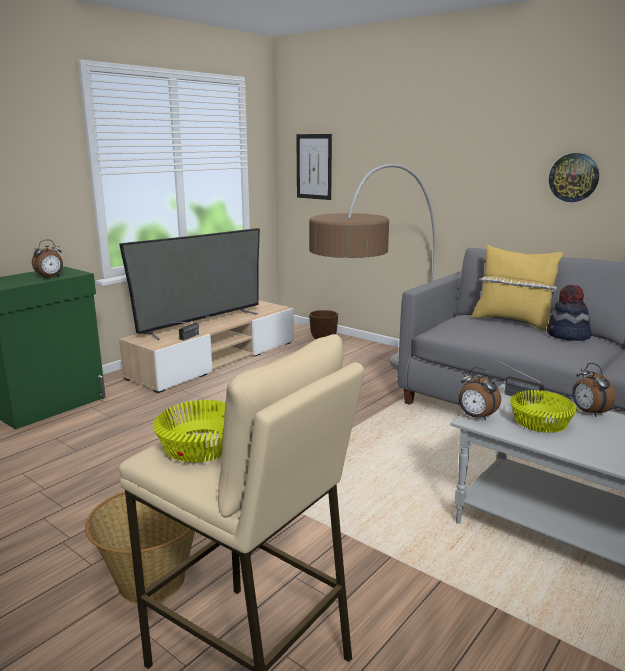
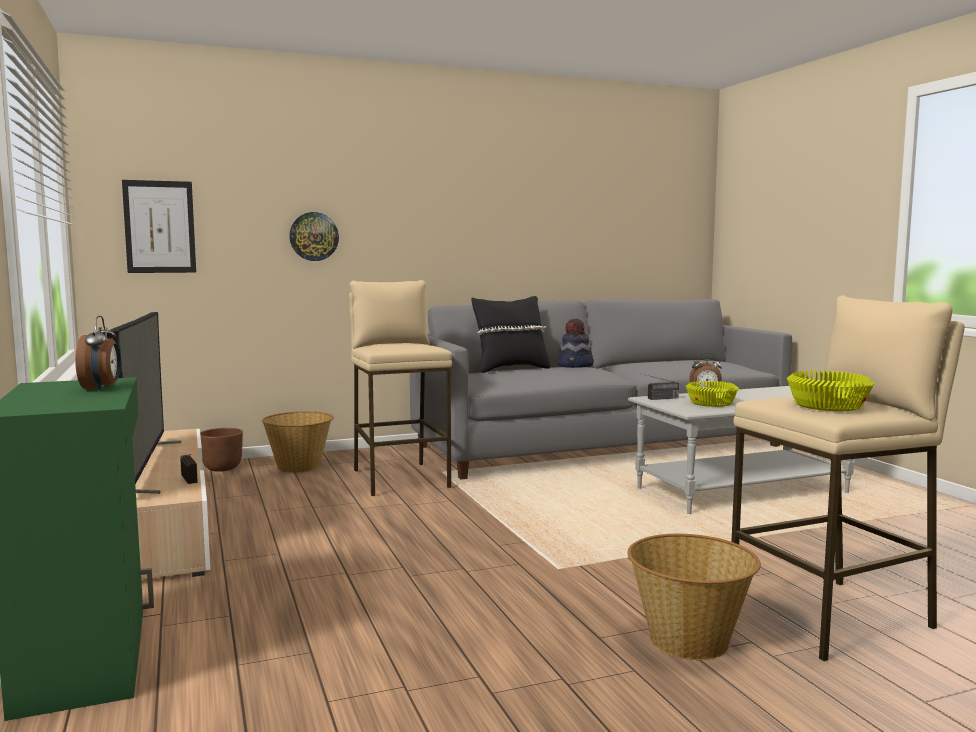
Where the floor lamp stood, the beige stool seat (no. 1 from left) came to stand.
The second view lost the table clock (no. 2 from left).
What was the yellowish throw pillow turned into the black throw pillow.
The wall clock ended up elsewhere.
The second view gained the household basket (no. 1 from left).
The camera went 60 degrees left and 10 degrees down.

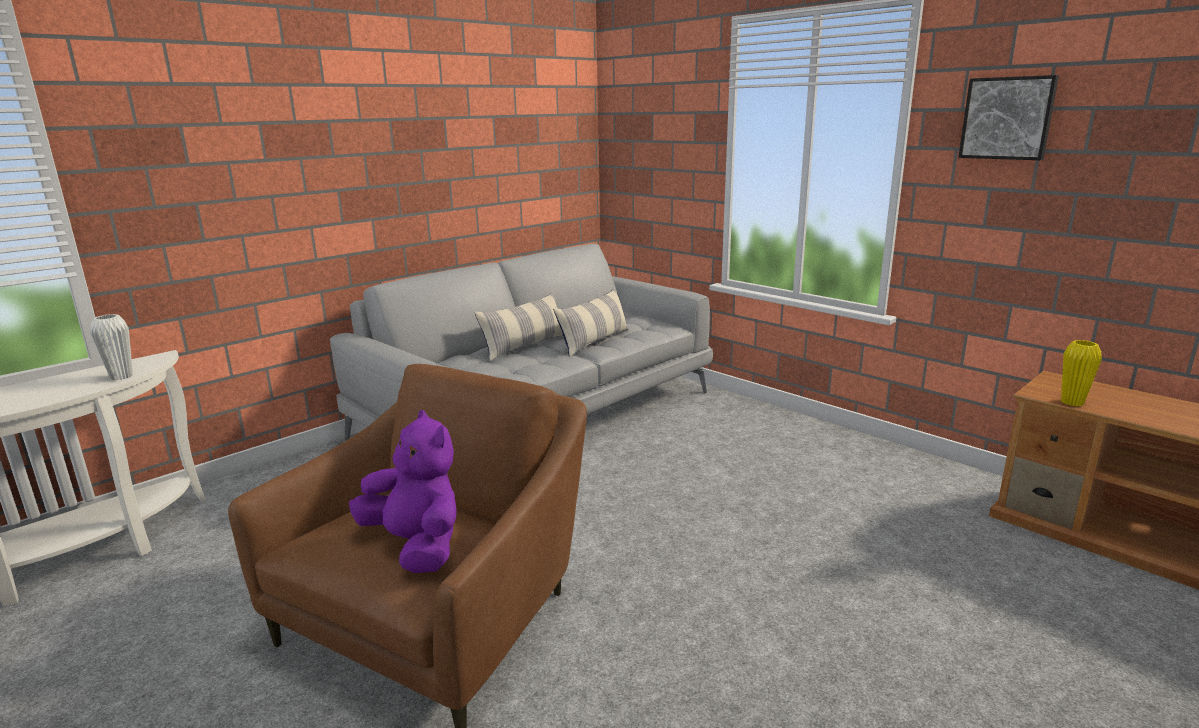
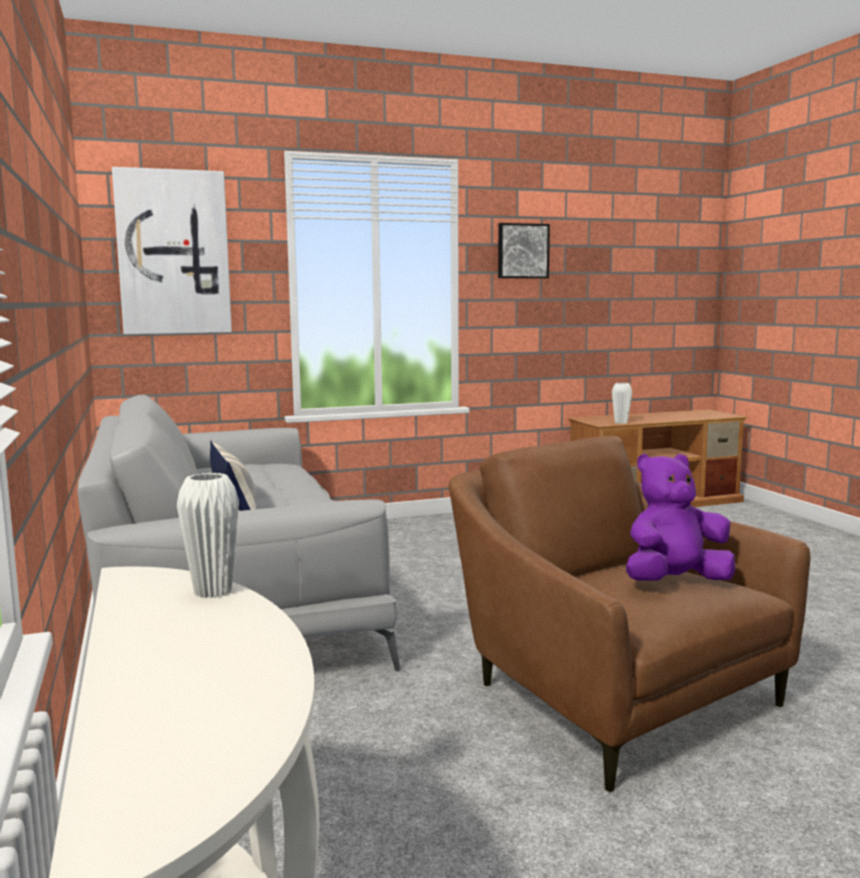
The second view lost the throw pillow (no. 2 from left).
What was the yellowish flower vase turned into the white-coloured flower vase (no. 2 from left).
The second view gained the picture (no. 1 from left).
The camera went 65 degrees left and 10 degrees down.

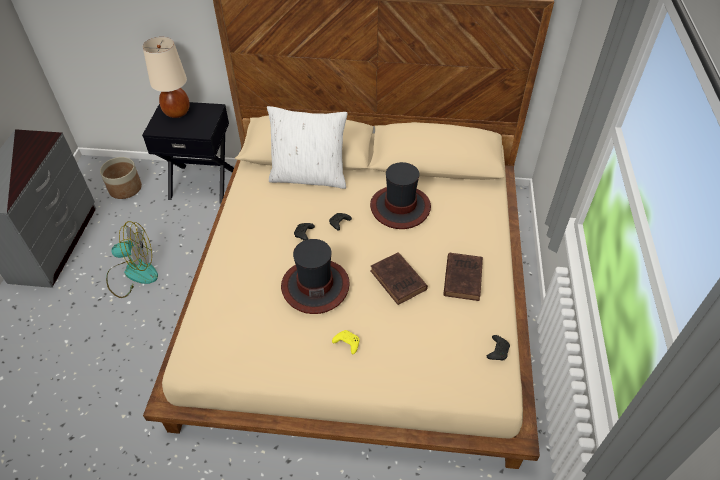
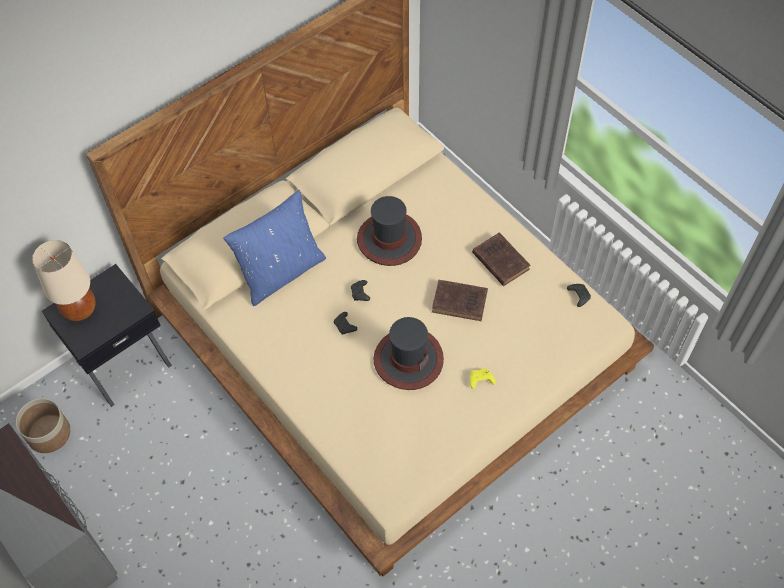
The second view lost the electric fan.
What was the white-coloured throw pillow turned into the blue-coloured throw pillow.
The camera went 45 degrees left and 10 degrees up.

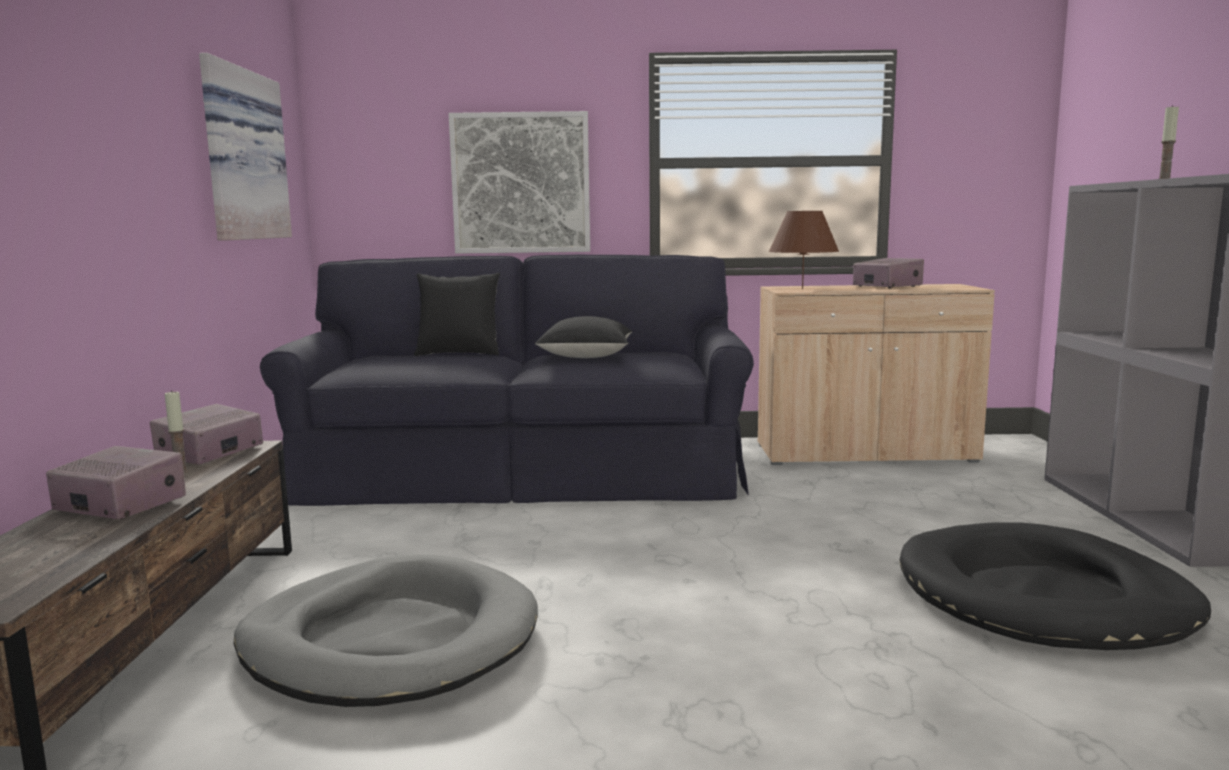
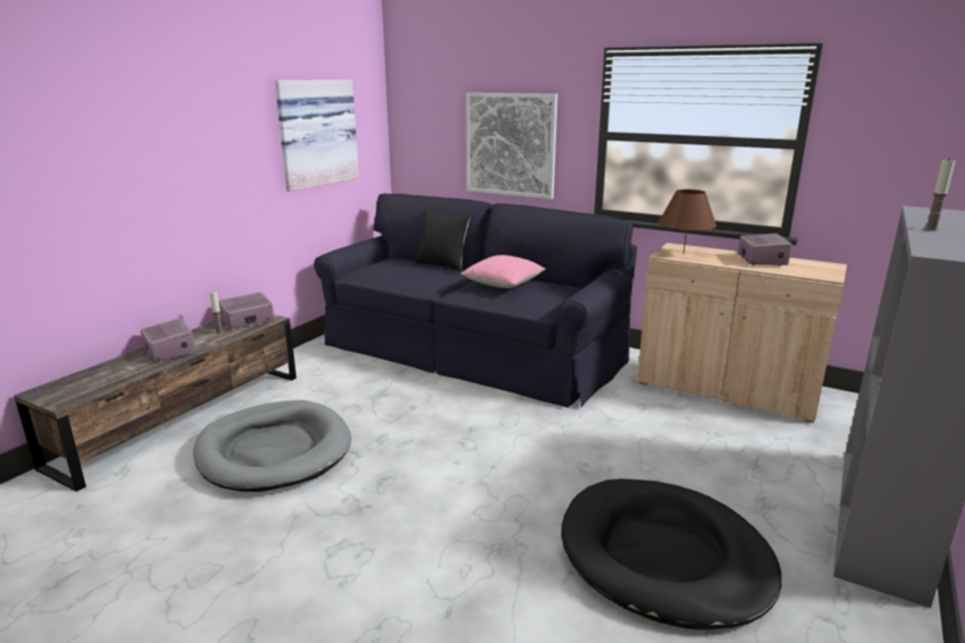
What was the black throw pillow (no. 2 from left) turned into the pink-coloured throw pillow.
The camera went 30 degrees right and 10 degrees up.

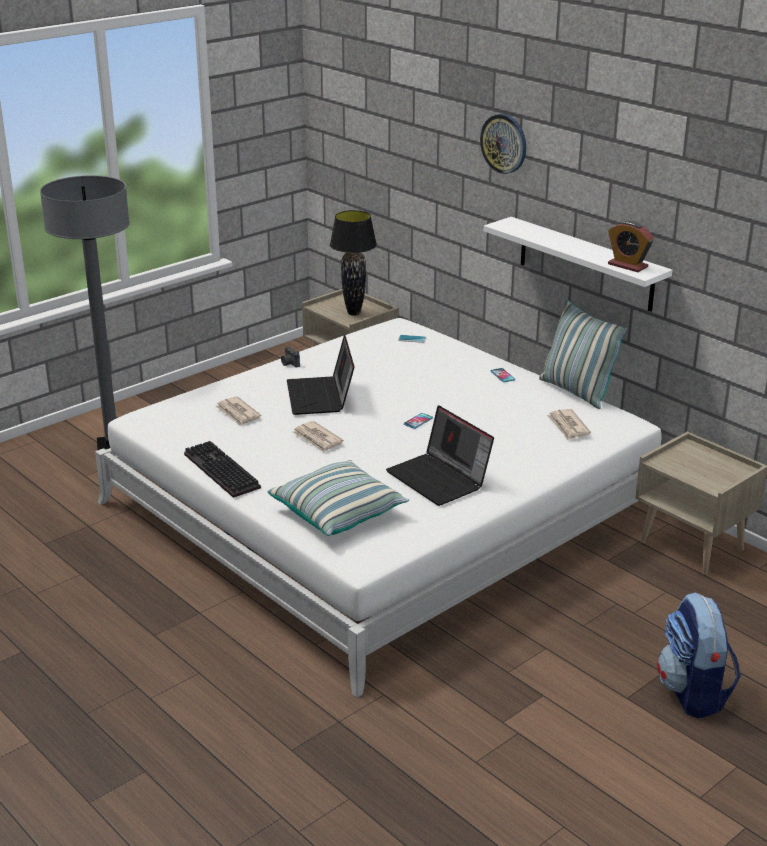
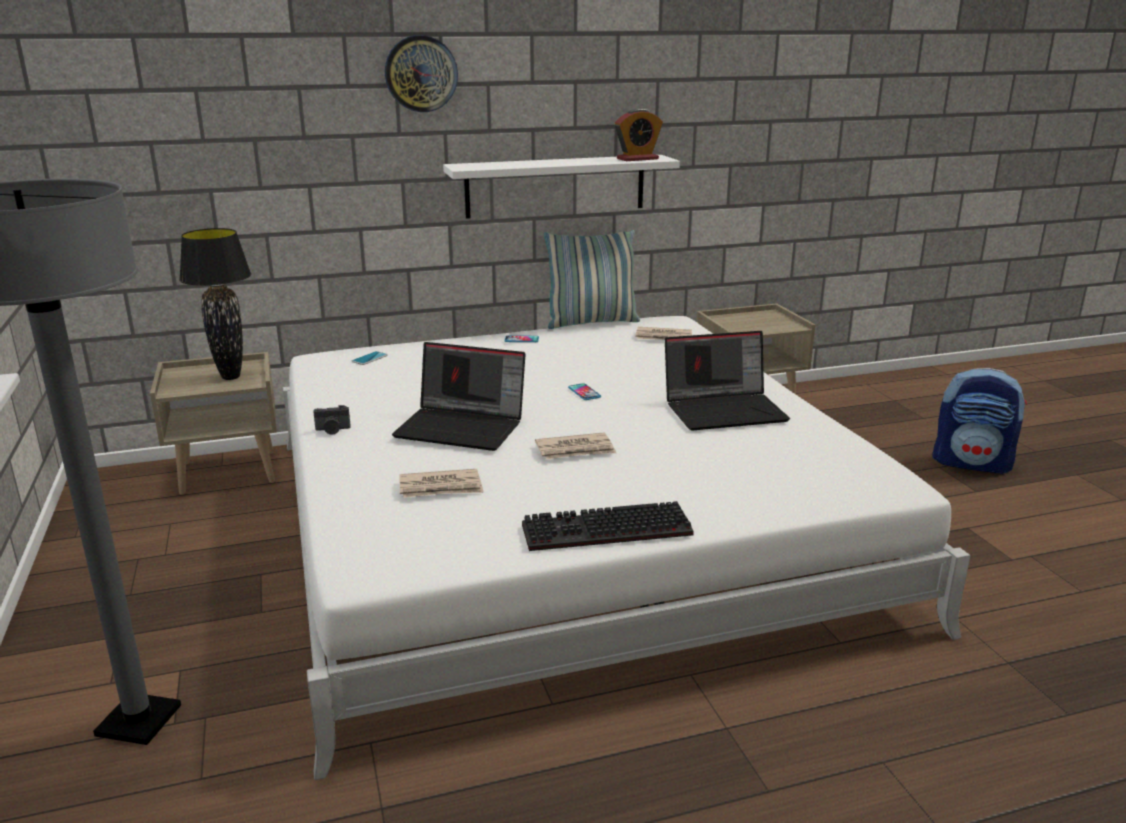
The second view lost the throw pillow (no. 1 from left).
The camera went 65 degrees left and 5 degrees down.

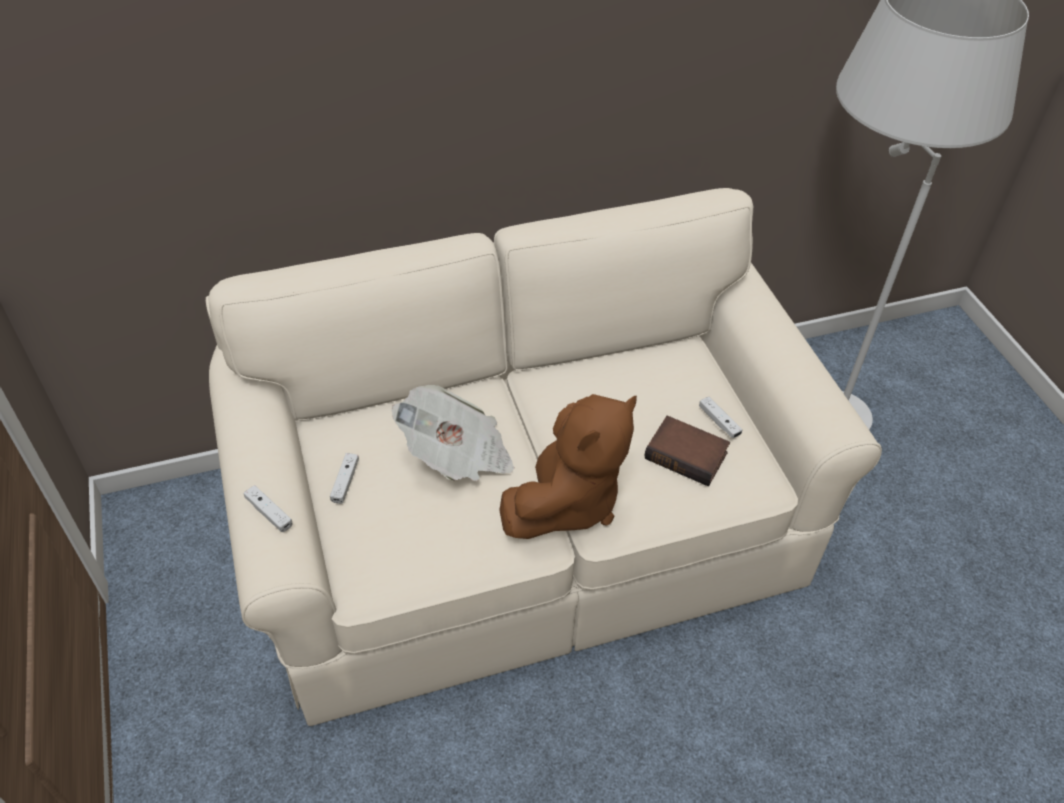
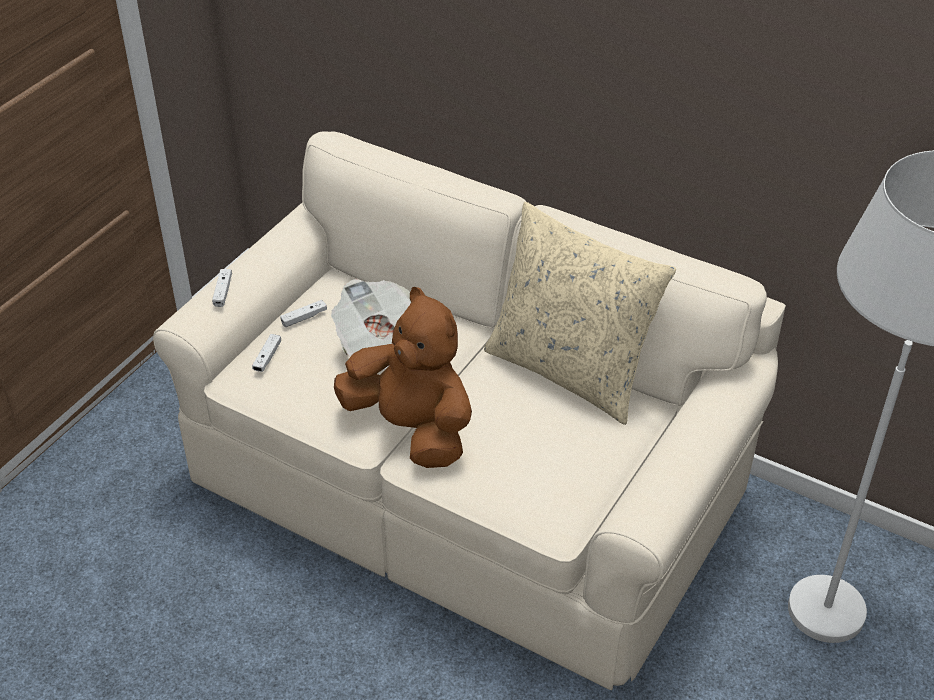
The brown plush toy ended up facing another way, 135 degrees counterclockwise from before.
The second view lost the volume.
The white-coloured joypad (no. 3 from left in the first image) ended up elsewhere.
The second view gained the beige throw pillow.
The camera went 50 degrees right and 5 degrees down.

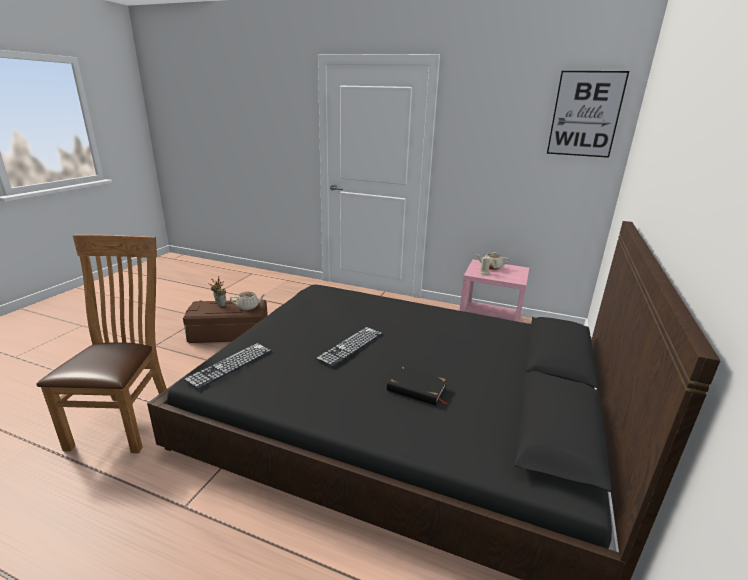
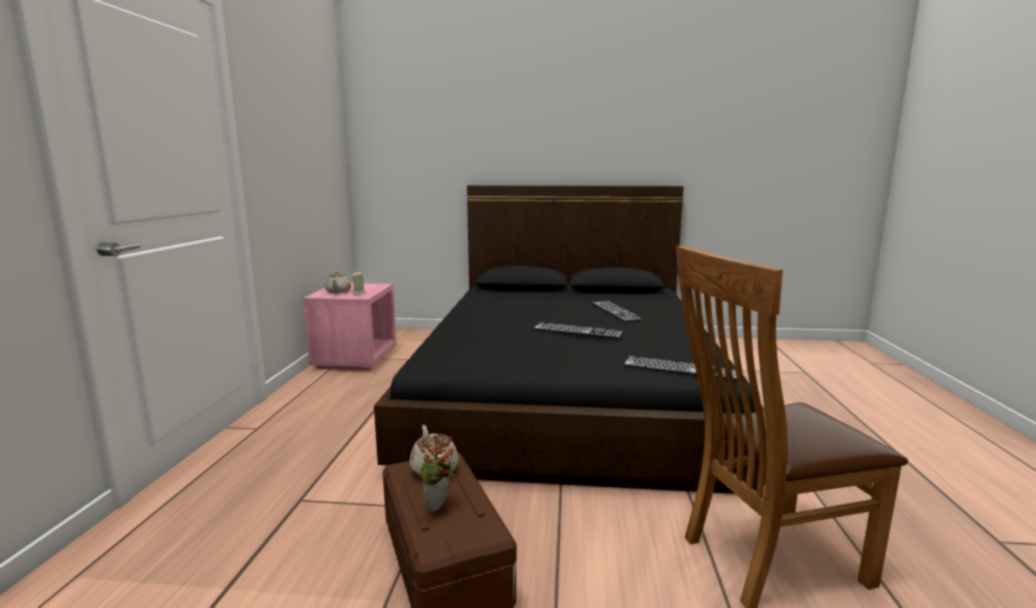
Where the black volume stood, the computer keyboard (no. 2 from left) came to stand.
The second view lost the picture.
The camera went 105 degrees left and 10 degrees down.

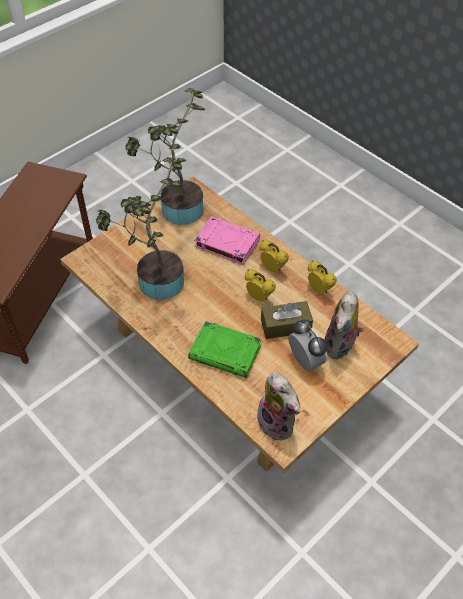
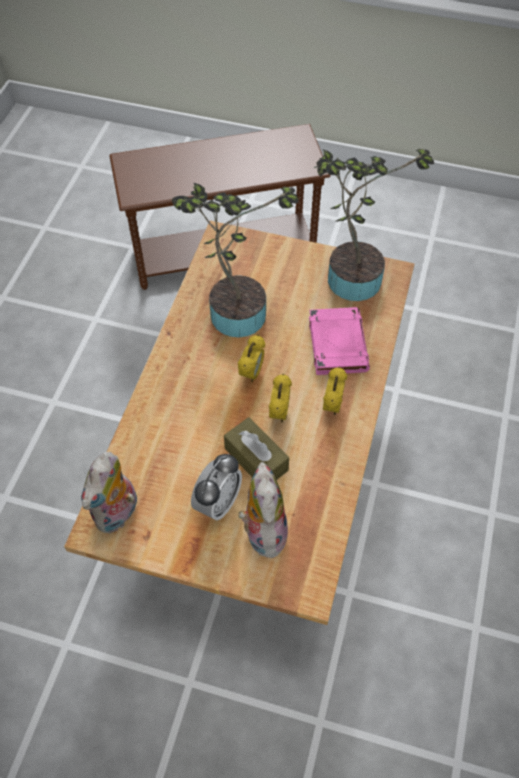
The second view lost the green-coloured volume.
The table clock (no. 4 from left in the first image) ended up elsewhere.
The plush toy (no. 2 from left) ended up facing another way, 90 degrees clockwise from before.
The camera went 60 degrees right and 5 degrees up.

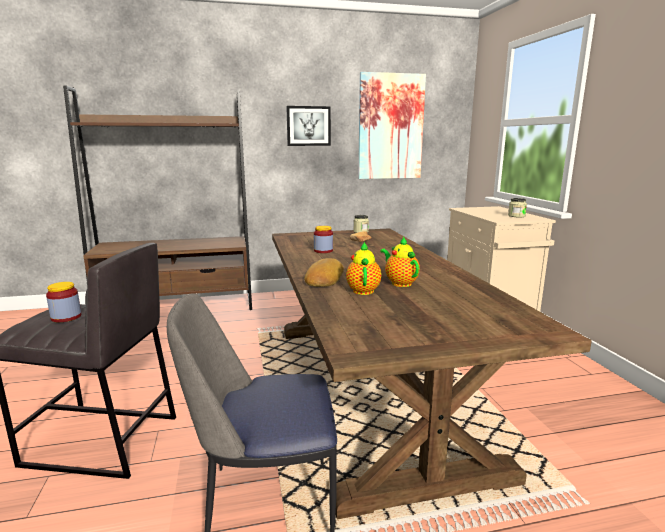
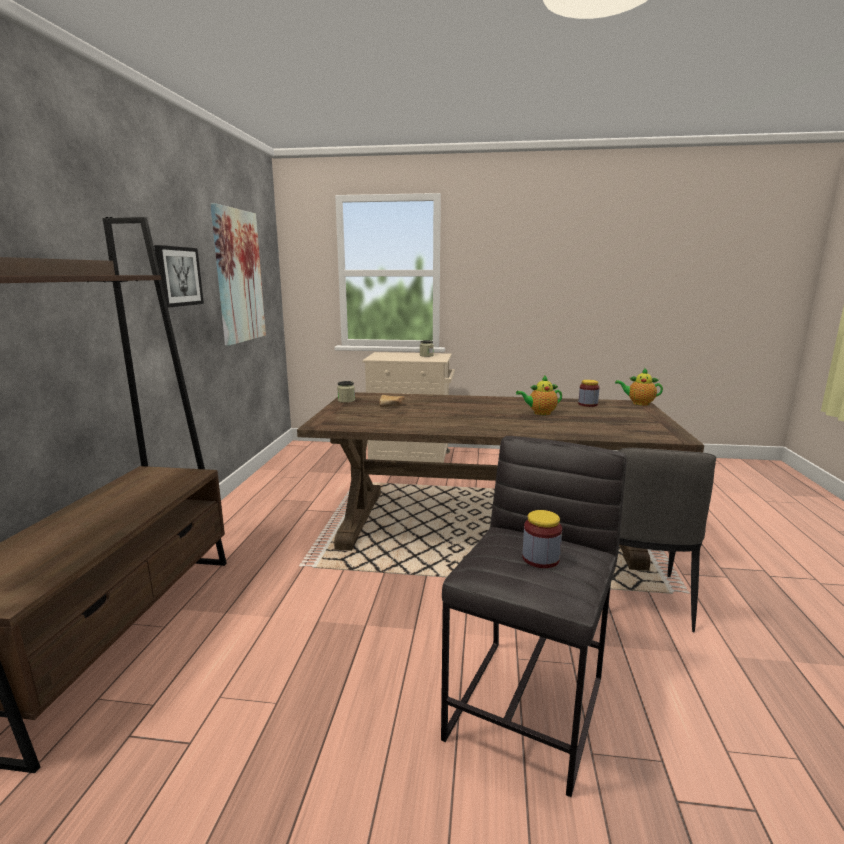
The second view lost the baked bread (no. 1 from left).
The preserve jar (no. 2 from left in the first image) ended up elsewhere.
The teapot (no. 1 from left in the first image) ended up elsewhere.
The camera went 70 degrees left and 0 degrees up.

